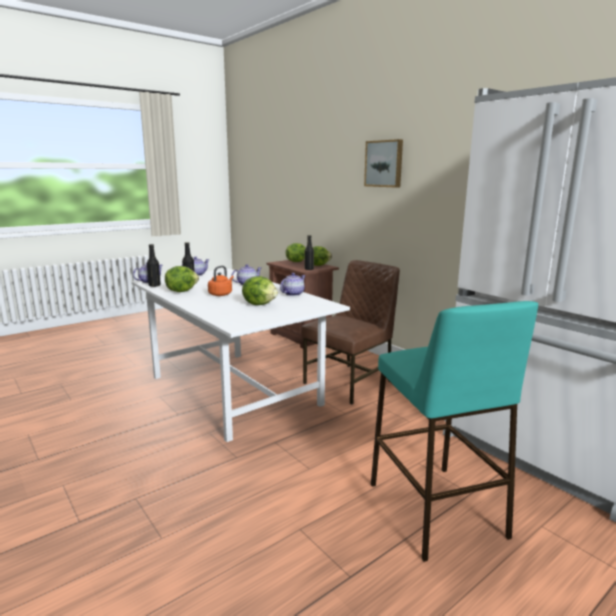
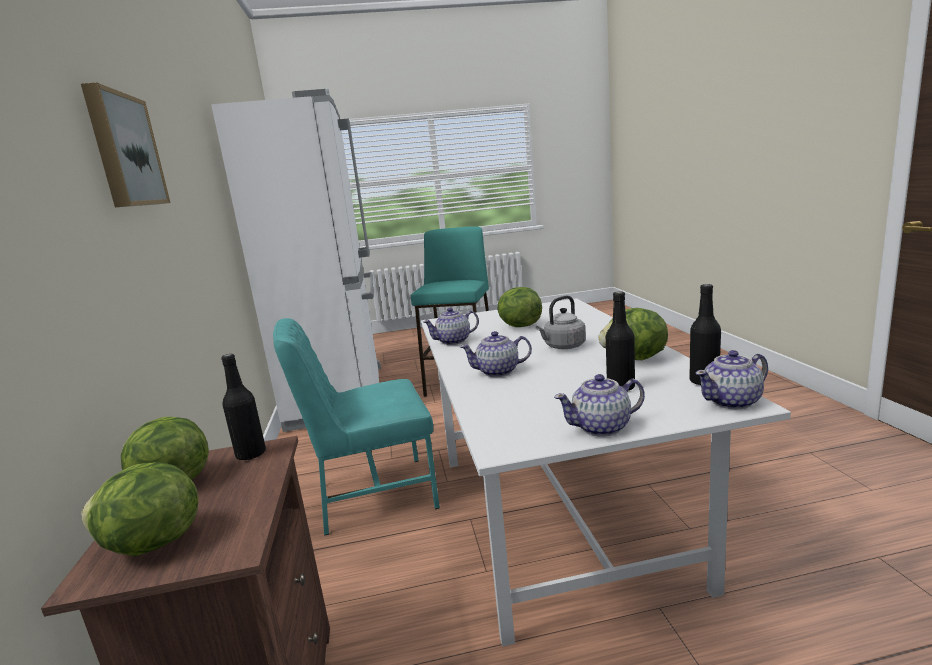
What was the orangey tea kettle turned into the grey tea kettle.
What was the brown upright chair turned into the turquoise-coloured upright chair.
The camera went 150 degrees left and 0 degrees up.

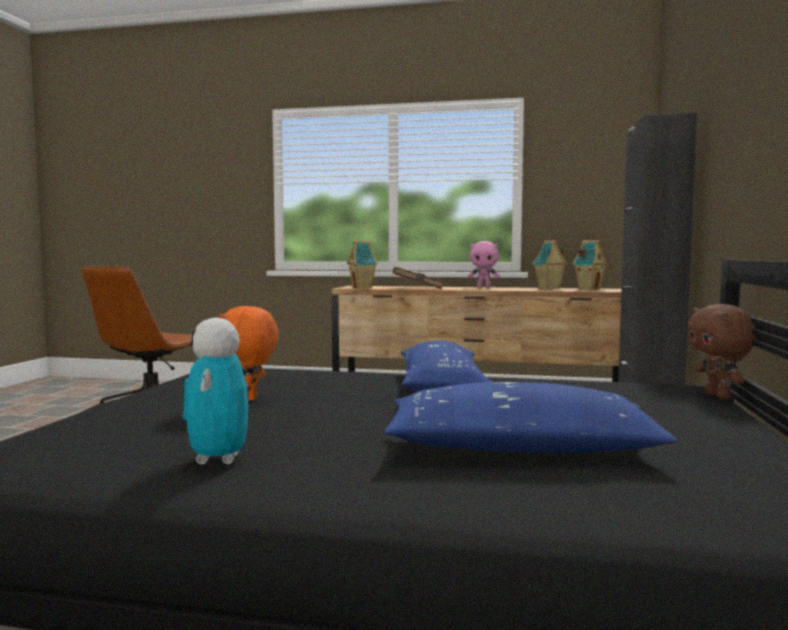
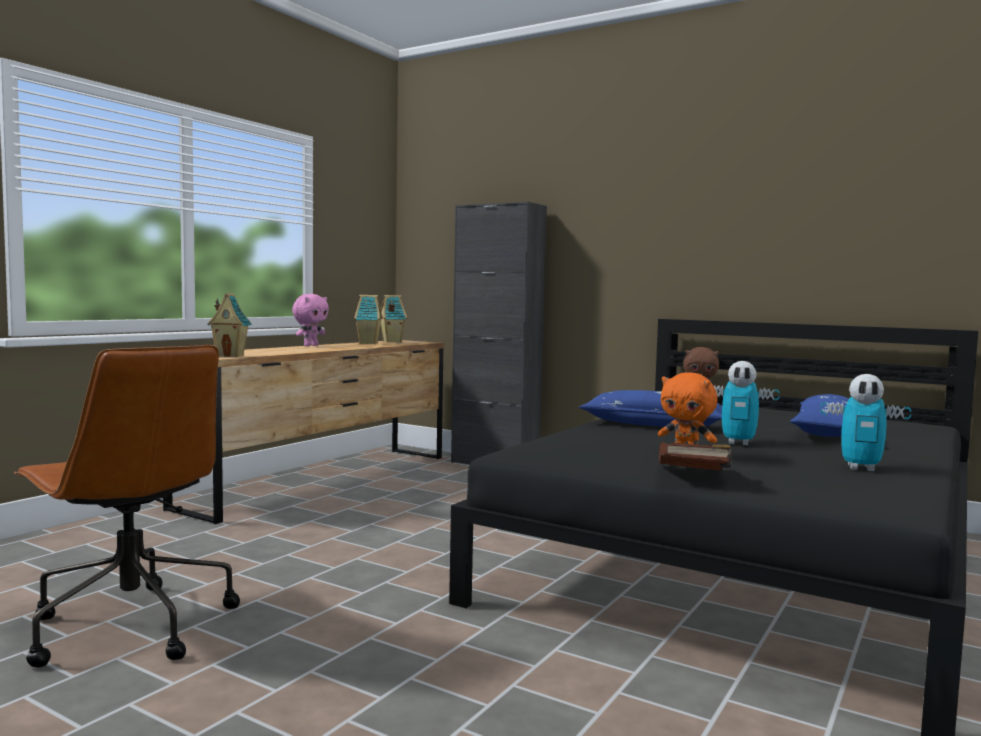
The brown volume ended up elsewhere.
The second view gained the robot figure (no. 1 from left).
The camera went 70 degrees left and 0 degrees up.

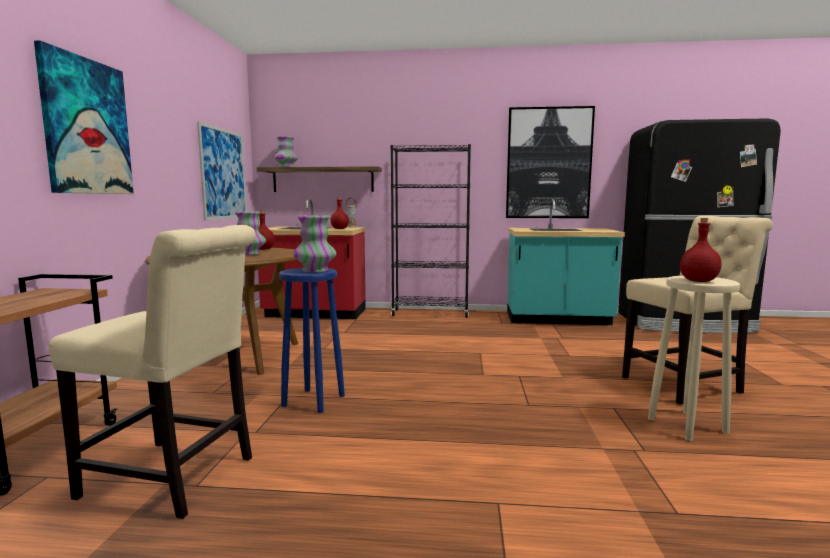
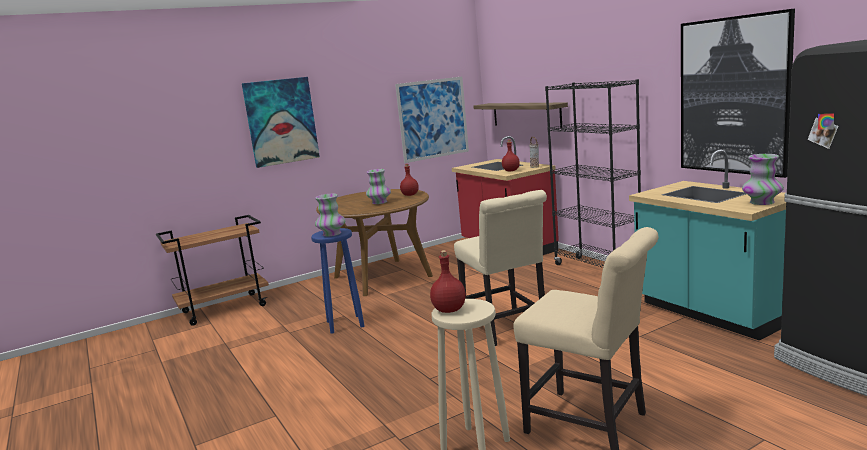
The beige upright chair (no. 1 from left) ended up elsewhere.
The flower vase (no. 2 from left in the first image) ended up elsewhere.
The camera went 55 degrees right and 5 degrees up.

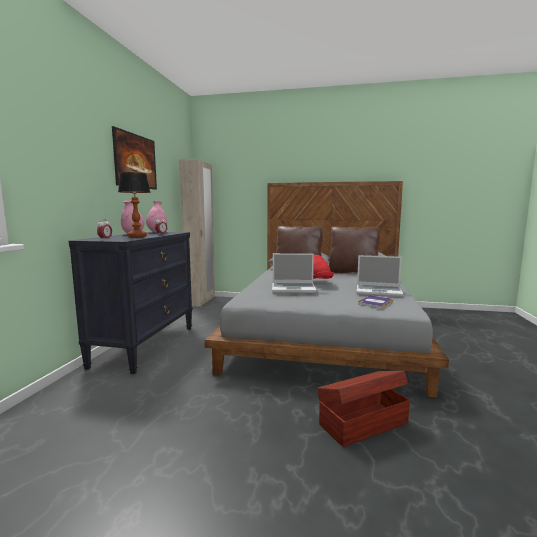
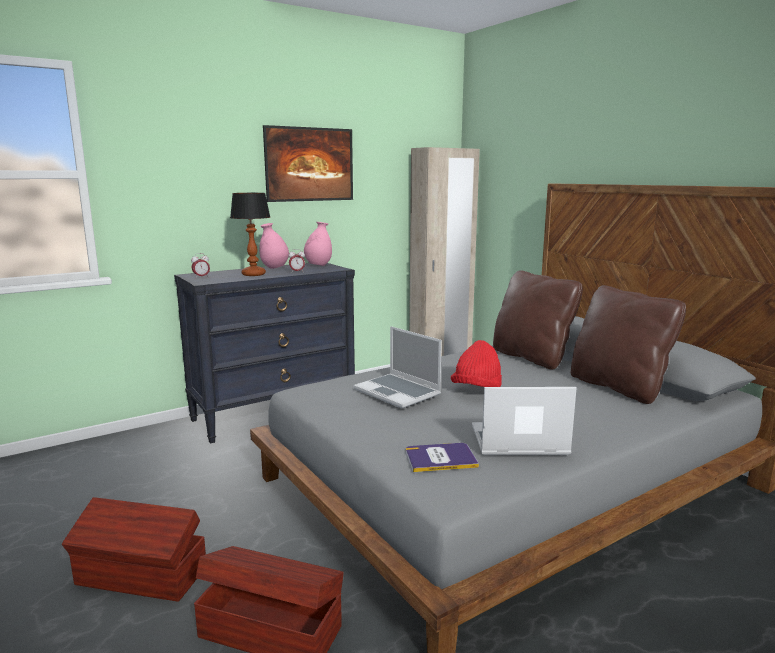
The portable computer (no. 2 from left) ended up facing another way, 120 degrees clockwise from before.
The second view gained the brown storage bin (no. 1 from left).
The camera went 45 degrees right and 5 degrees up.

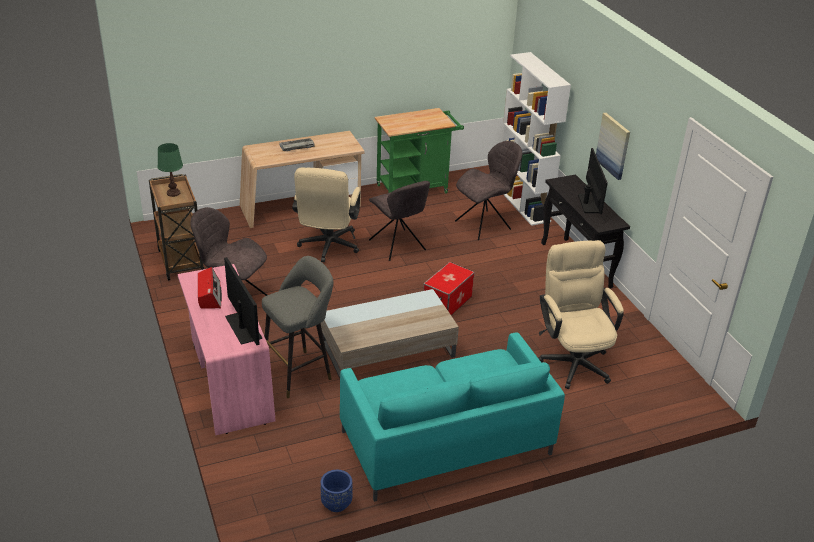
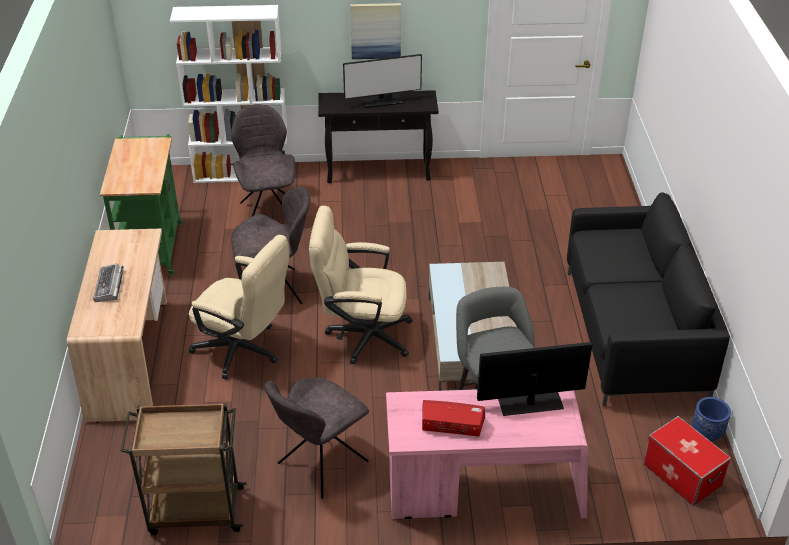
The second view lost the green-coloured table lamp.
What was the turquoise-coloured settee turned into the black settee.
The storage bin ended up elsewhere.
The beige desk chair (no. 2 from left) ended up elsewhere.
The monitor (no. 2 from left in the first image) ended up facing another way, 150 degrees clockwise from before.
The camera went 70 degrees left and 5 degrees up.

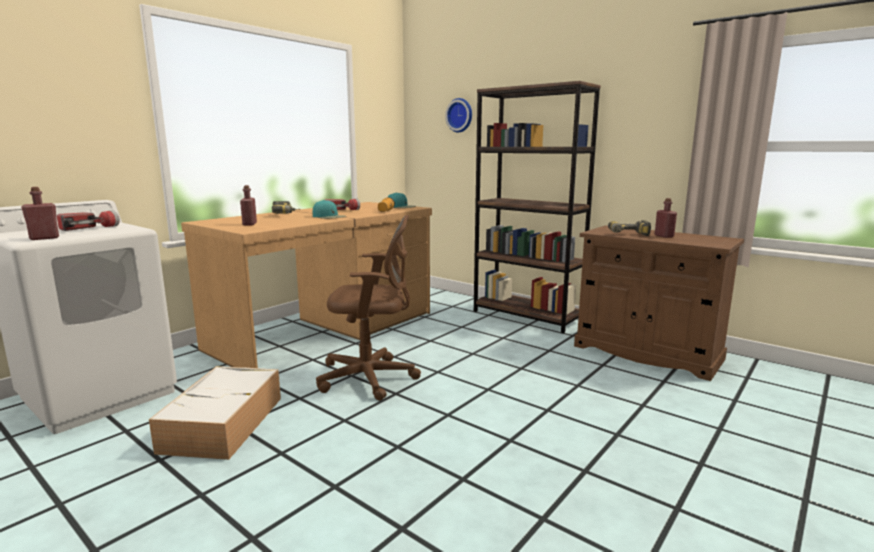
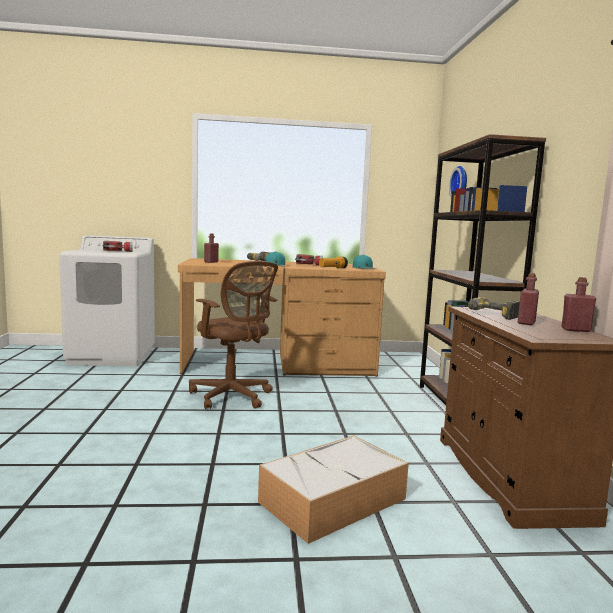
The reddish drink bottle (no. 1 from left in the first image) ended up elsewhere.
The storage bin ended up elsewhere.
The camera went 45 degrees right and 5 degrees down.

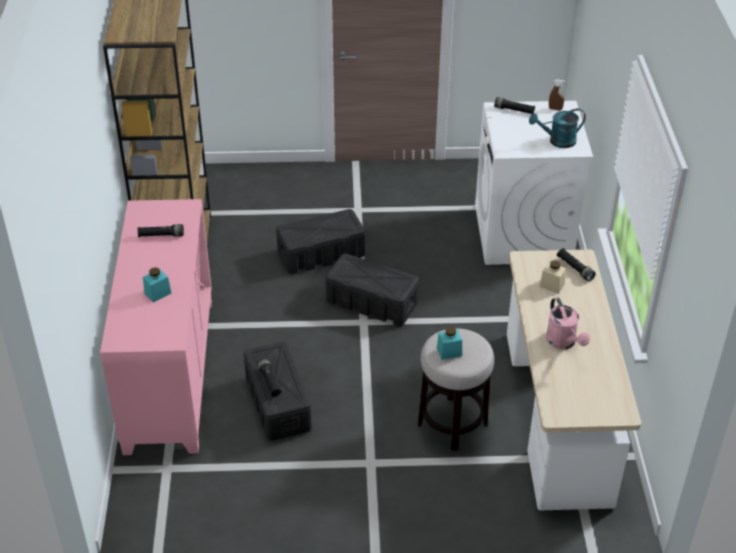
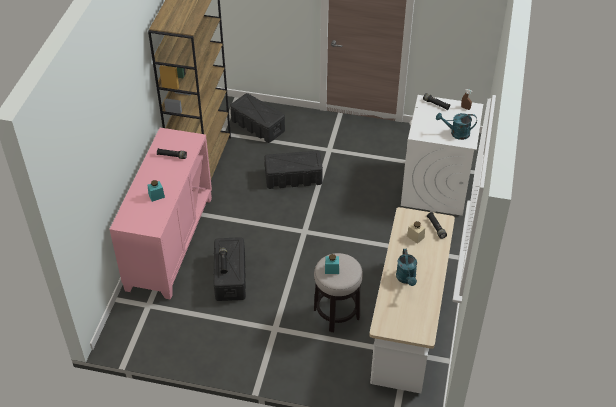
The black storage bin (no. 3 from left in the first image) ended up elsewhere.
What was the pink-coloured watering can turned into the turquoise-coloured watering can (no. 1 from left).
The camera went 15 degrees right and 5 degrees up.

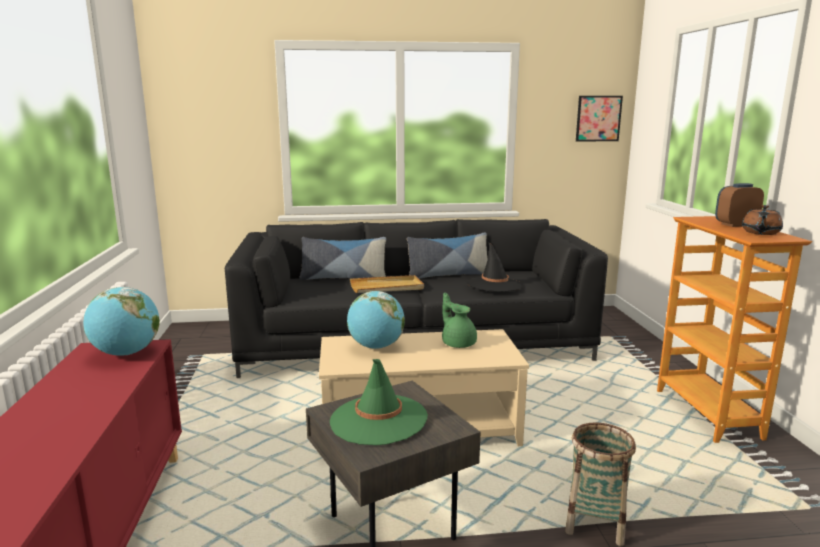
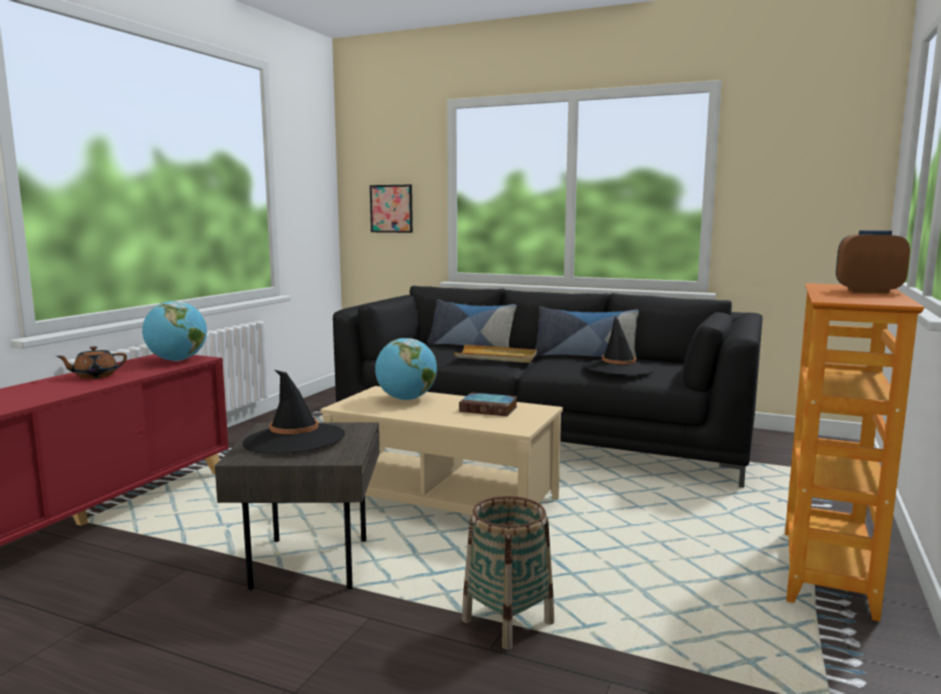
What was the green-coloured clothing hat turned into the black clothing hat (no. 1 from left).
Where the green-coloured teapot stood, the volume came to stand.
The picture ended up elsewhere.
The brown teapot ended up elsewhere.
The camera went 30 degrees right and 5 degrees down.

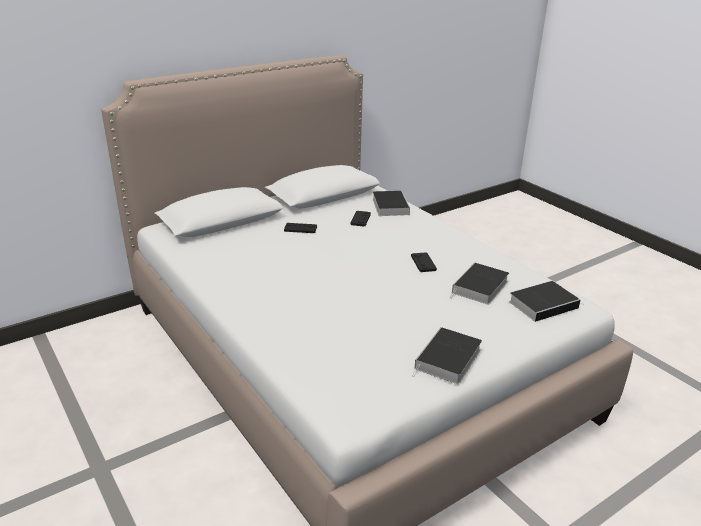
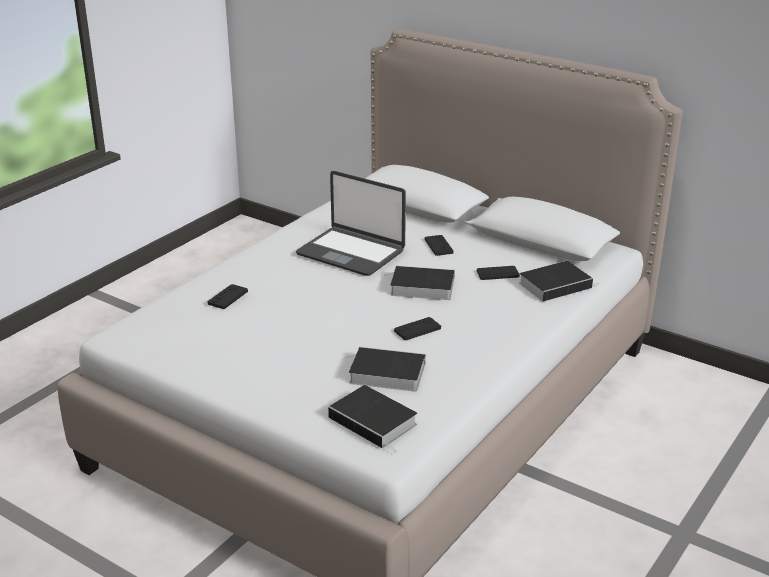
The volume (no. 2 from left in the first image) ended up elsewhere.
The second view gained the black joypad (no. 1 from left).
The second view gained the portable computer.
The camera went 70 degrees right and 0 degrees up.

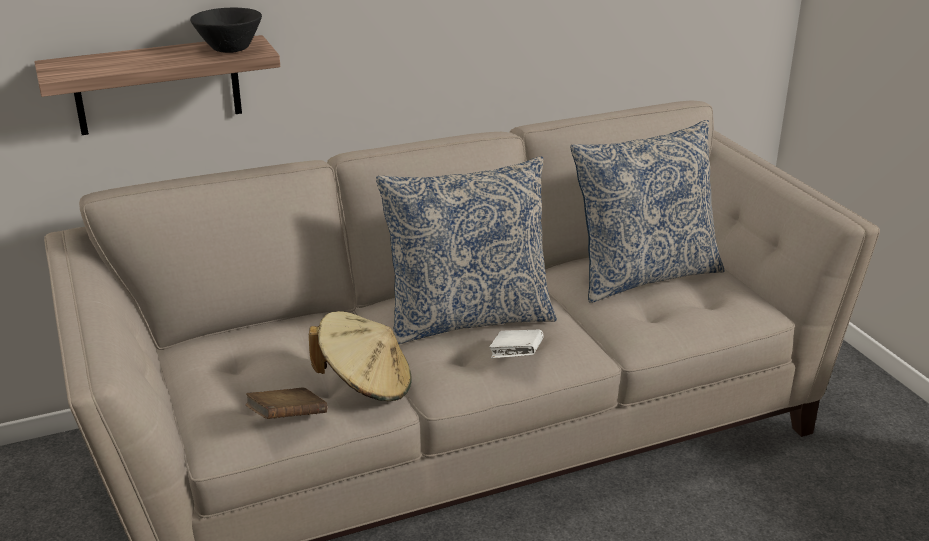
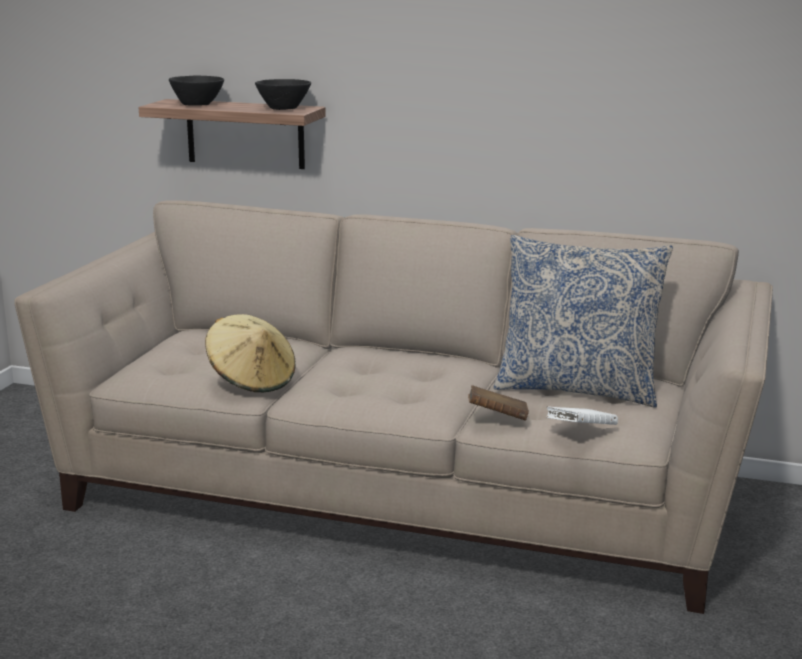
The brown volume ended up elsewhere.
The second view lost the throw pillow (no. 1 from left).
The white-coloured volume ended up elsewhere.
The second view gained the black deep dish (no. 1 from left).
The camera went 40 degrees right and 10 degrees down.

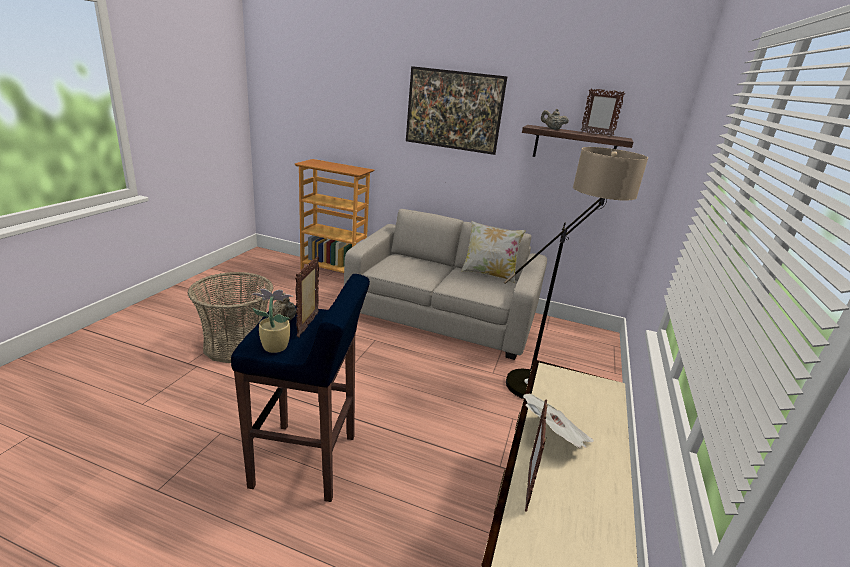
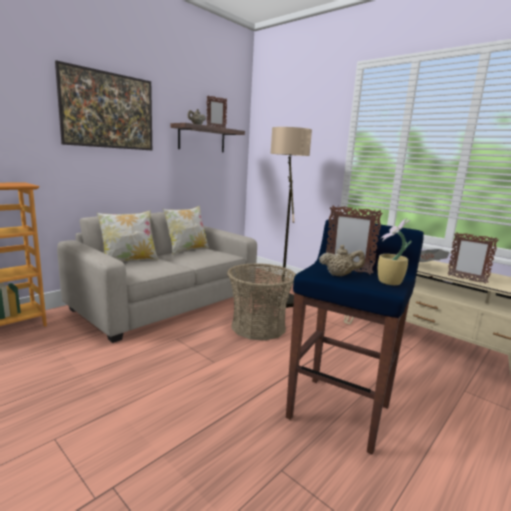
The household basket ended up elsewhere.
The second view gained the throw pillow (no. 1 from left).
The camera went 65 degrees left and 10 degrees down.

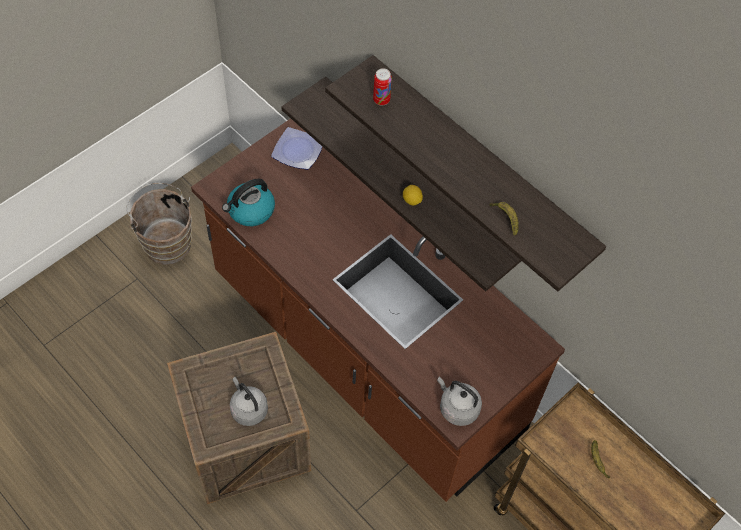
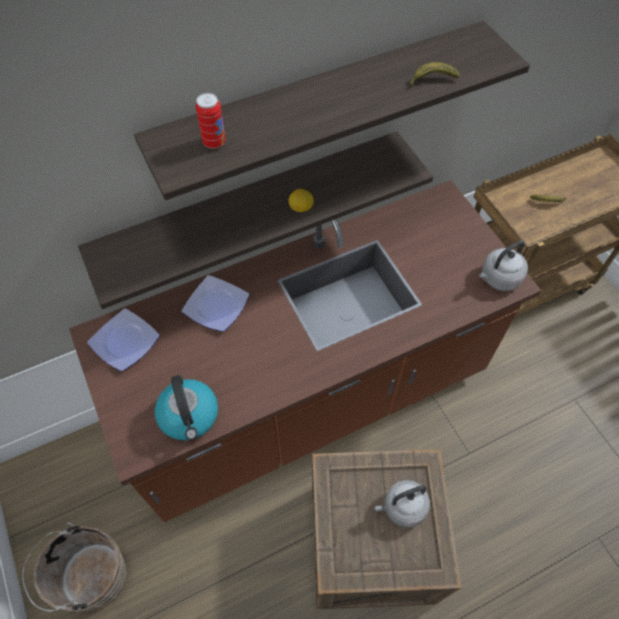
The second view gained the flat dish (no. 2 from left).
The camera went 70 degrees left and 0 degrees up.

